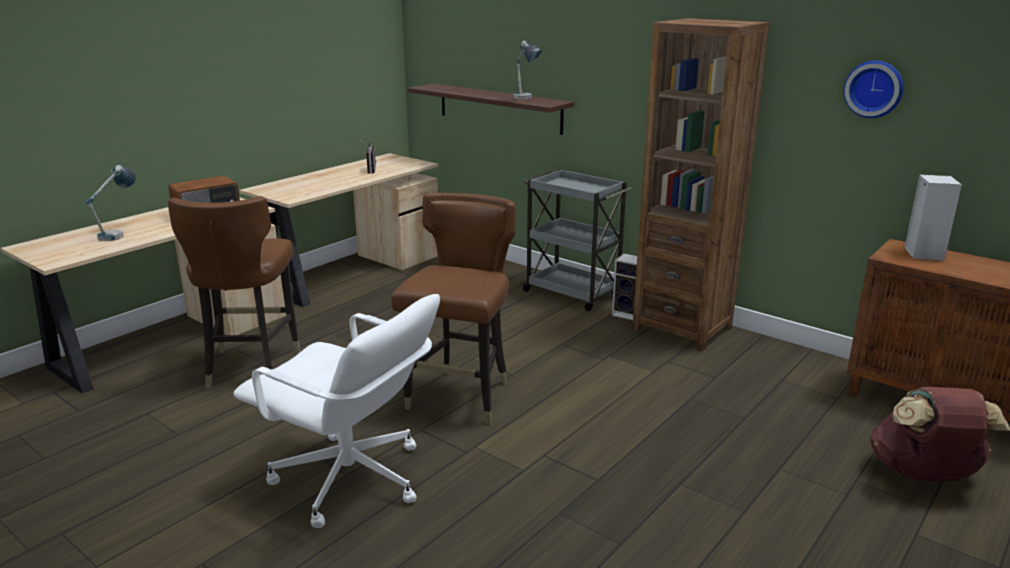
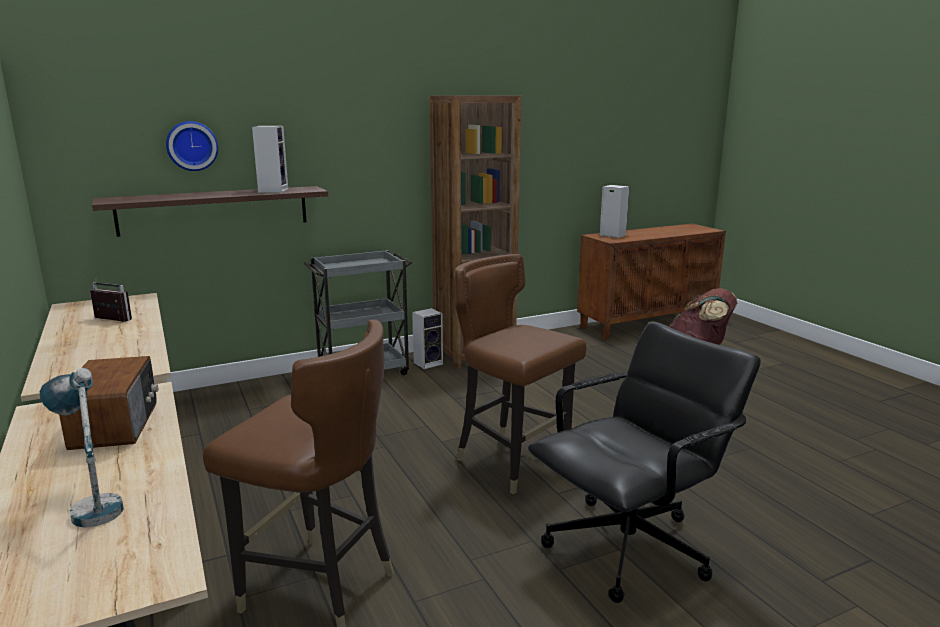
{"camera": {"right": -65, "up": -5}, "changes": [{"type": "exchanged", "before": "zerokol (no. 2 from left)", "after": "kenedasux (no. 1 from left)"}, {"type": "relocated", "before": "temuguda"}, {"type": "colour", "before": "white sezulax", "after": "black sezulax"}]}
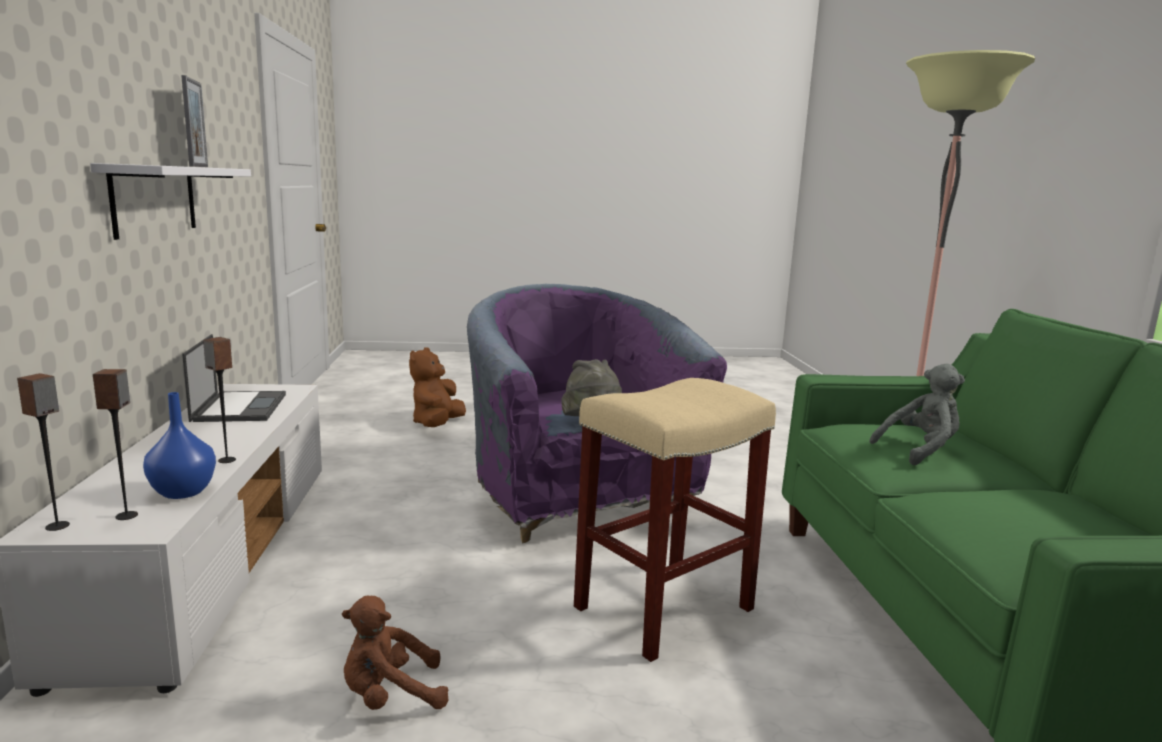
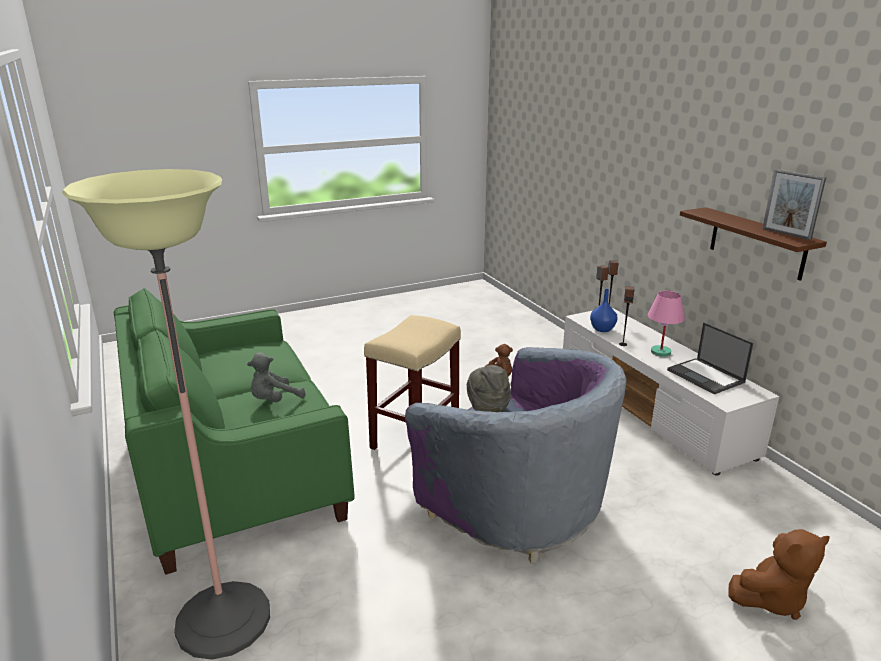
{"camera": {"right": 160, "up": 10}, "changes": [{"type": "colour", "before": "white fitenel", "after": "brown fitenel"}, {"type": "spun", "before": "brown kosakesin (no. 2 from left)", "turn": 75}, {"type": "appeared", "after": "pink zerokol"}]}
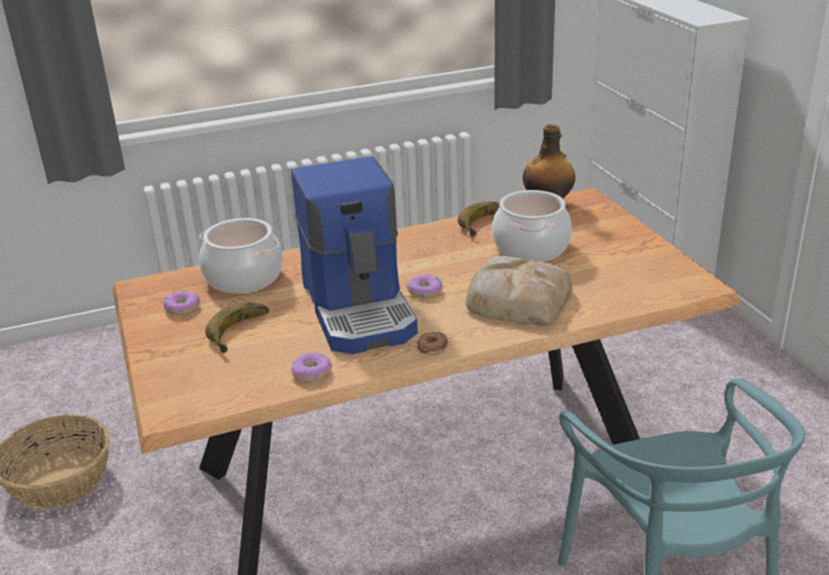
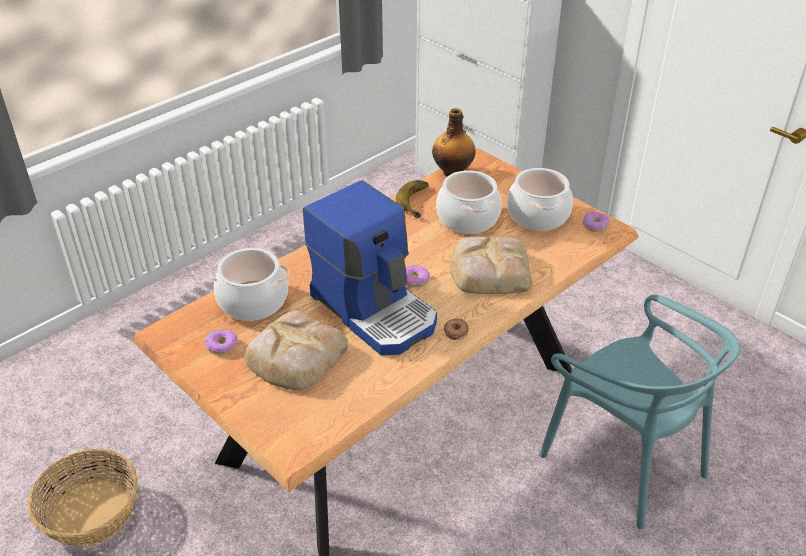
{"camera": {"right": -25, "up": 10}, "changes": [{"type": "exchanged", "before": "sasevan (no. 1 from left)", "after": "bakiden (no. 1 from left)"}, {"type": "relocated", "before": "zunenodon (no. 2 from left in the first image)", "after": "zunenodon (no. 4 from left)"}, {"type": "appeared", "after": "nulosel (no. 3 from left)"}]}
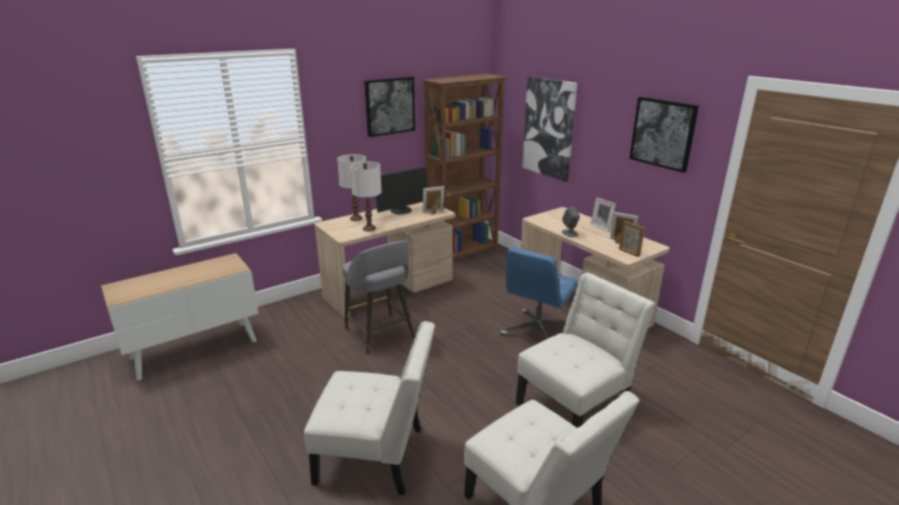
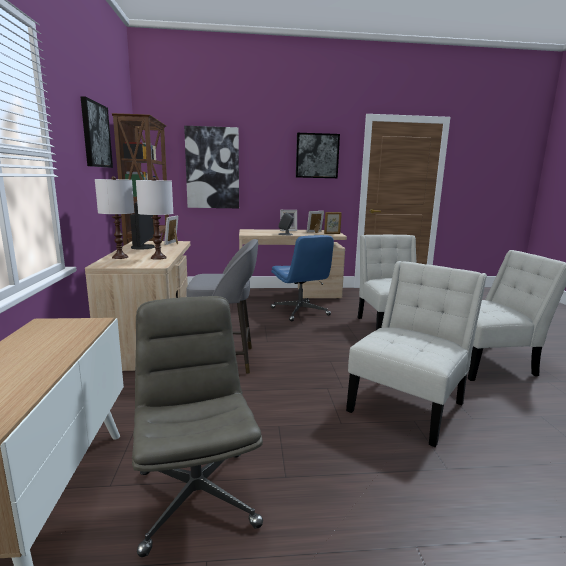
{"camera": {"right": -60, "up": -10}, "changes": [{"type": "appeared", "after": "grey sezulax"}]}
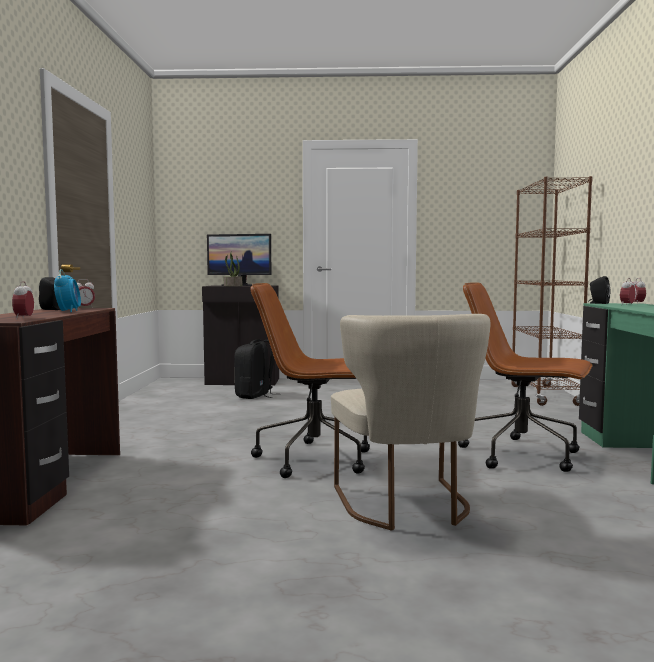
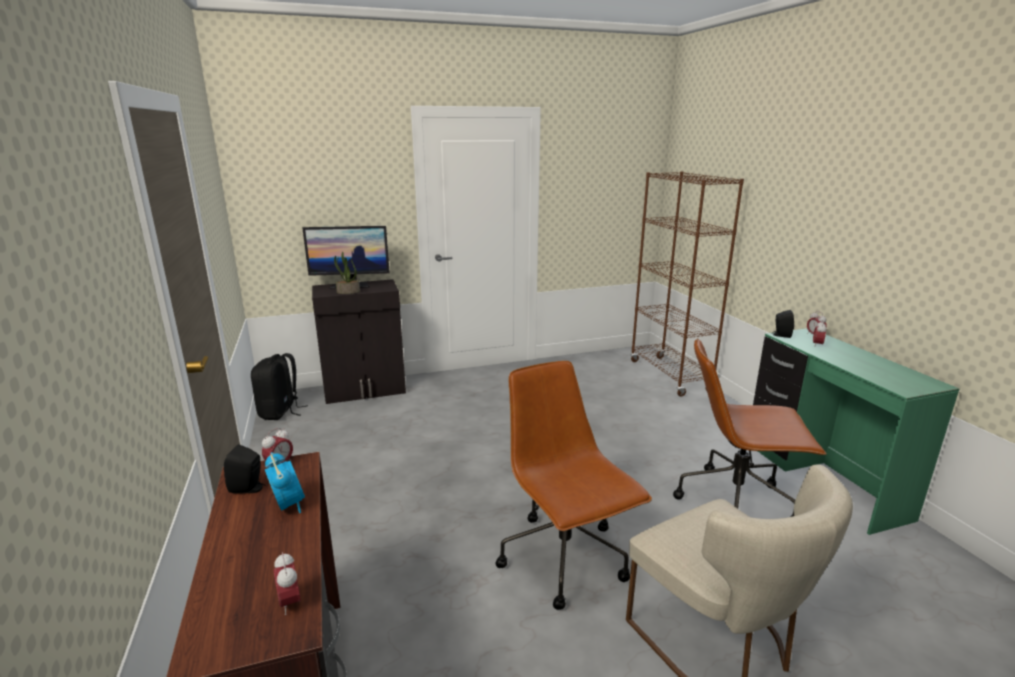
{"camera": {"right": -20, "up": 15}, "changes": [{"type": "spun", "before": "brown sezulax (no. 1 from left)", "turn": 75}, {"type": "relocated", "before": "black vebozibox"}]}
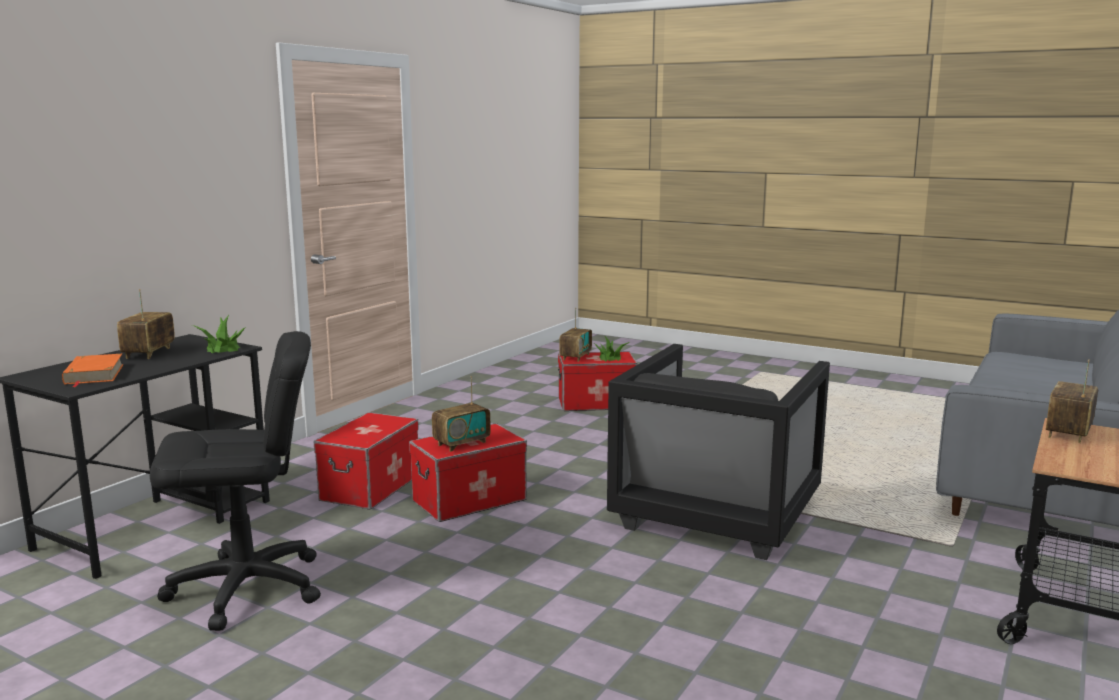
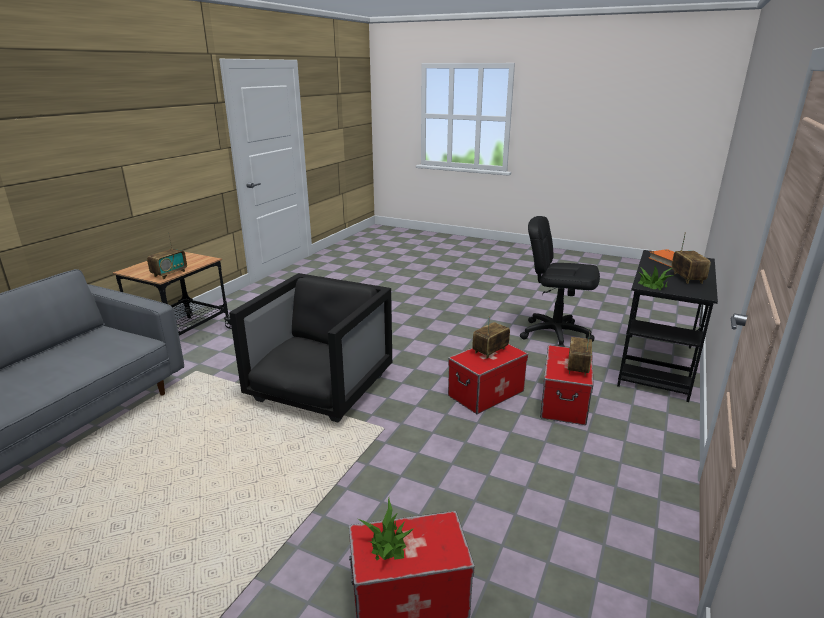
{"camera": {"right": 175, "up": 10}, "changes": [{"type": "relocated", "before": "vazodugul (no. 3 from left)"}, {"type": "spun", "before": "black sezulax", "turn": 45}]}
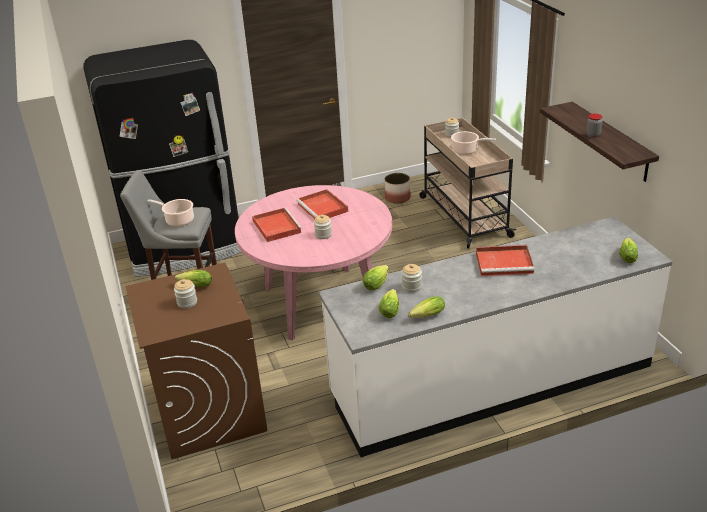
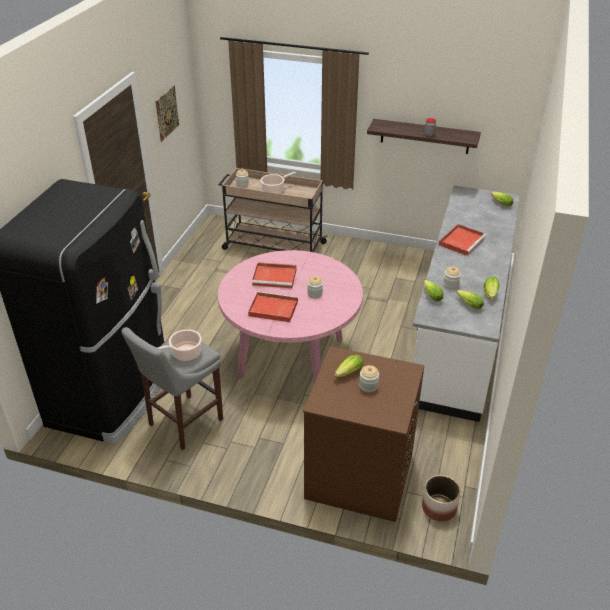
{"camera": {"right": -55, "up": 5}, "changes": [{"type": "relocated", "before": "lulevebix"}, {"type": "appeared", "after": "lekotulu"}]}
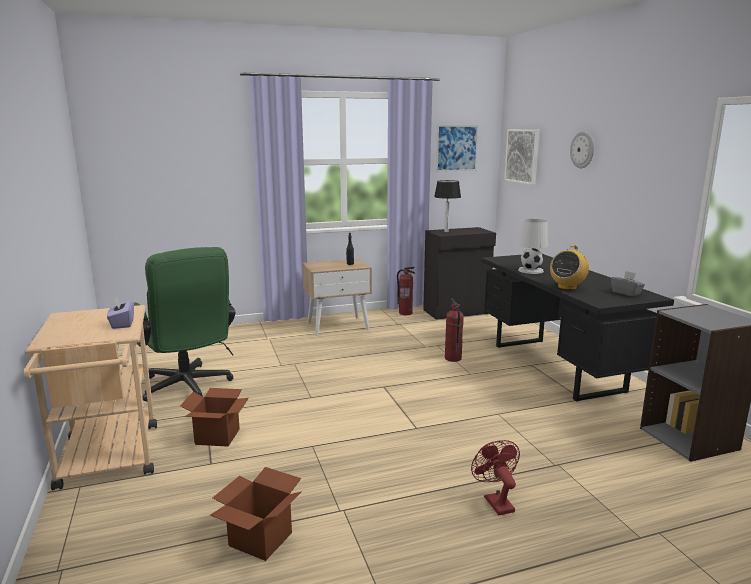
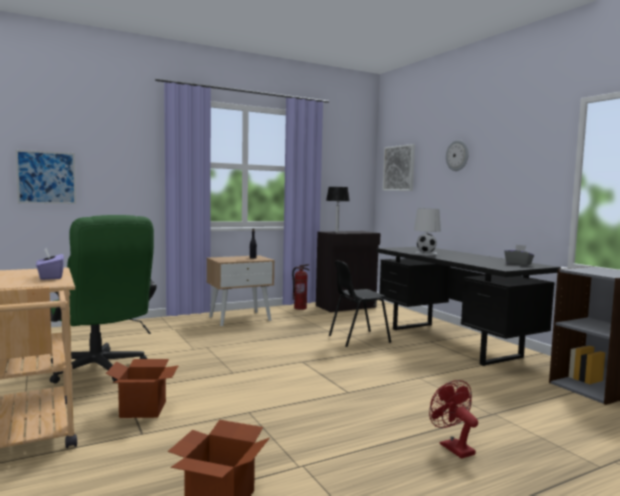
{"camera": {"right": -10, "up": -10}, "changes": [{"type": "relocated", "before": "lekotulu (no. 1 from left)"}, {"type": "missing", "before": "vazodugul"}, {"type": "exchanged", "before": "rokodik (no. 2 from left)", "after": "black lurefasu"}]}
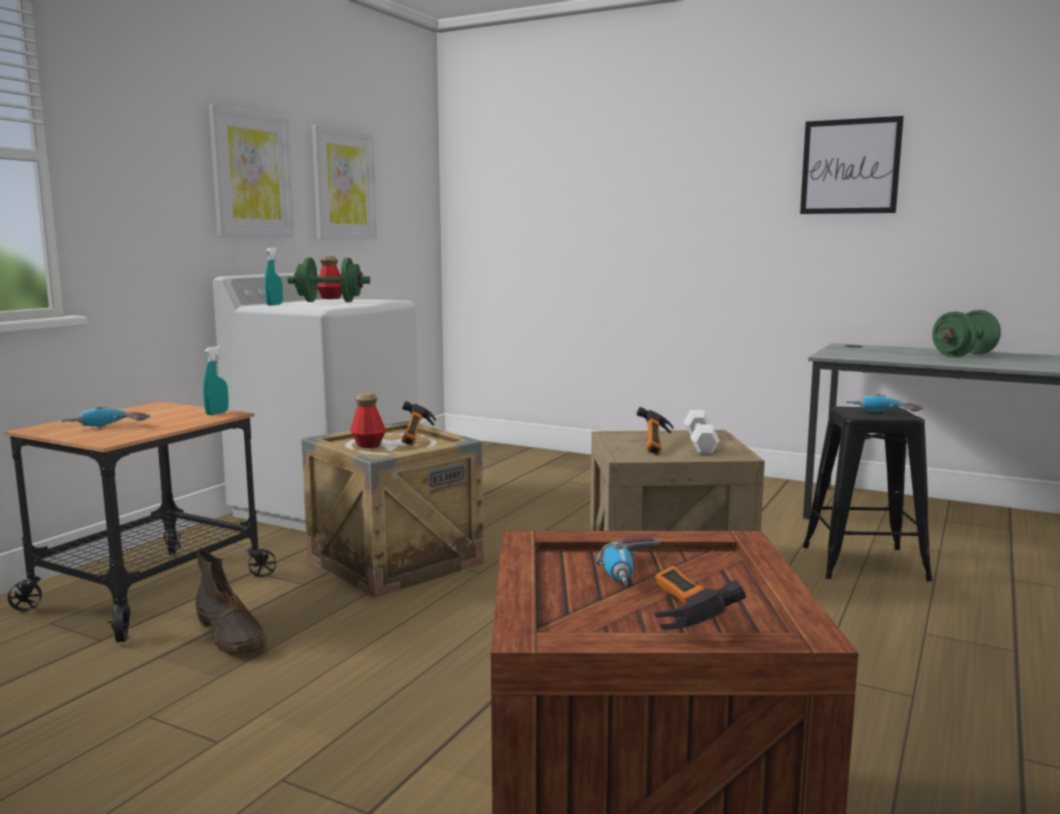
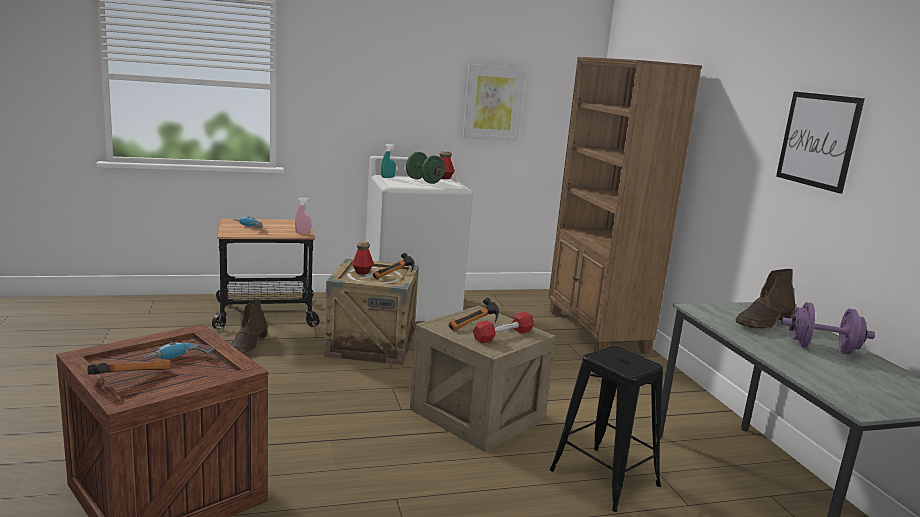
{"camera": {"right": 45, "up": 5}, "changes": [{"type": "missing", "before": "lekotulu (no. 1 from left)"}, {"type": "colour", "before": "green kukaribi (no. 2 from left)", "after": "purple kukaribi"}, {"type": "colour", "before": "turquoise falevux (no. 1 from left)", "after": "pink falevux"}, {"type": "missing", "before": "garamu (no. 3 from left)"}, {"type": "colour", "before": "white kukaribi", "after": "red kukaribi"}, {"type": "appeared", "after": "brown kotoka"}, {"type": "appeared", "after": "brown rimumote (no. 2 from left)"}]}
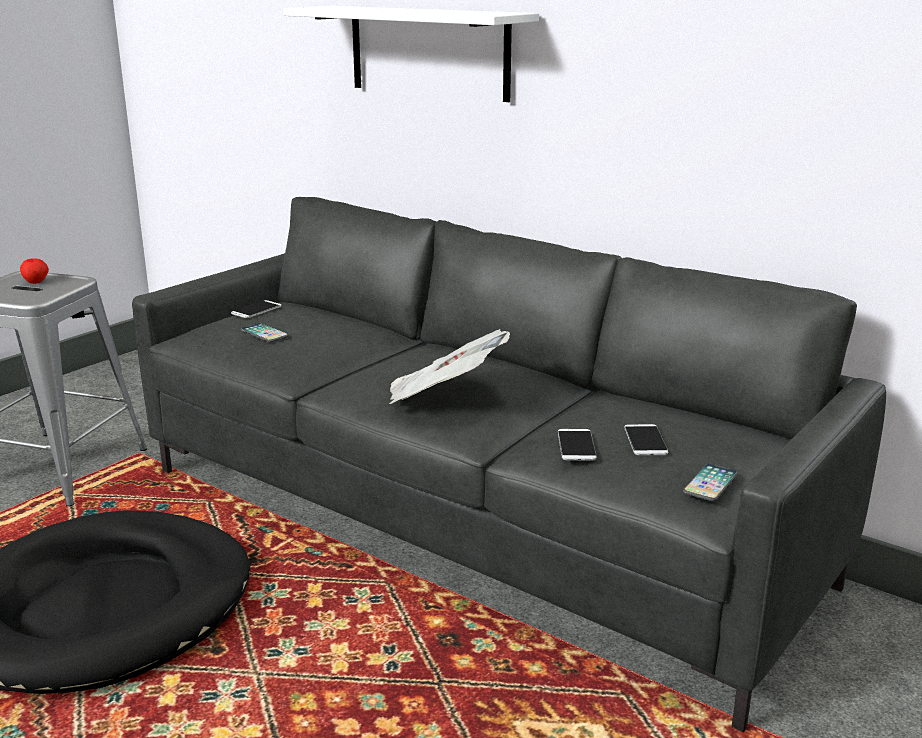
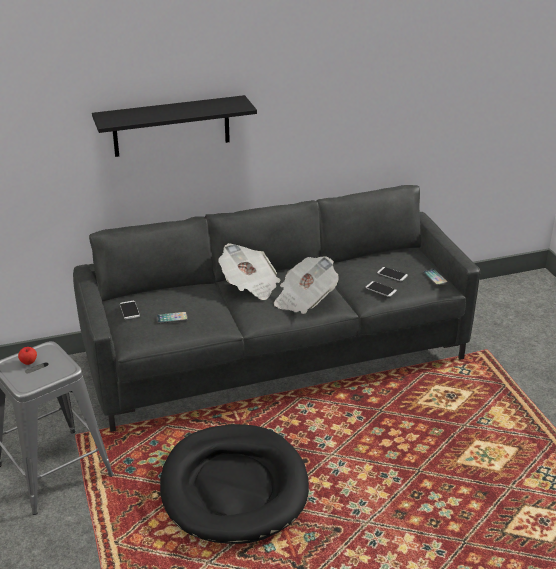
{"camera": {"right": -55, "up": 10}, "changes": [{"type": "colour", "before": "white fitenel", "after": "black fitenel"}, {"type": "appeared", "after": "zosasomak (no. 1 from left)"}]}
